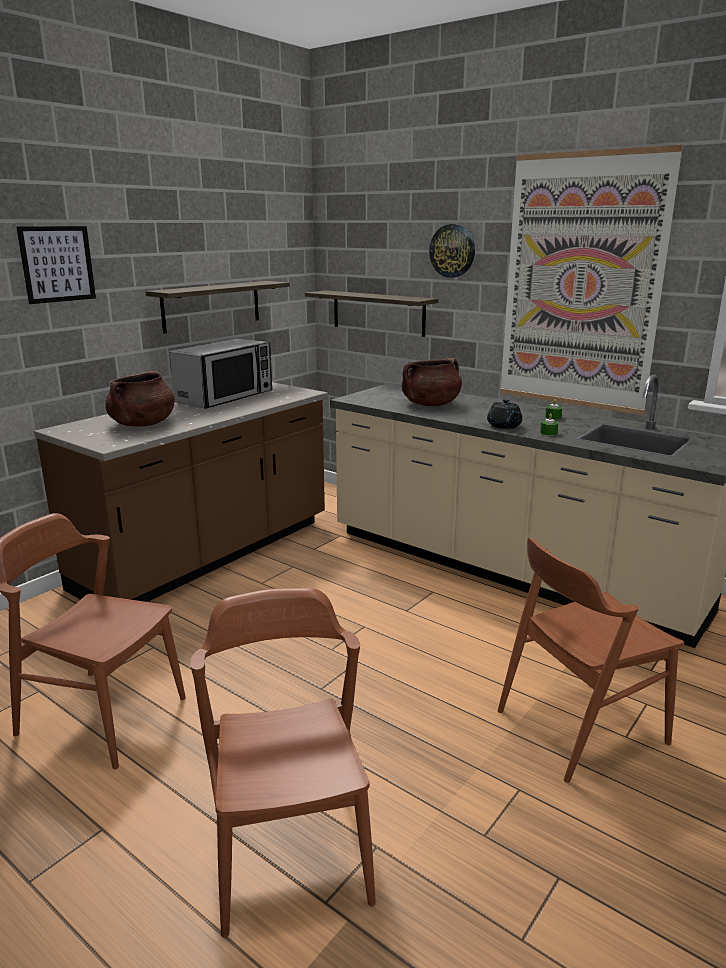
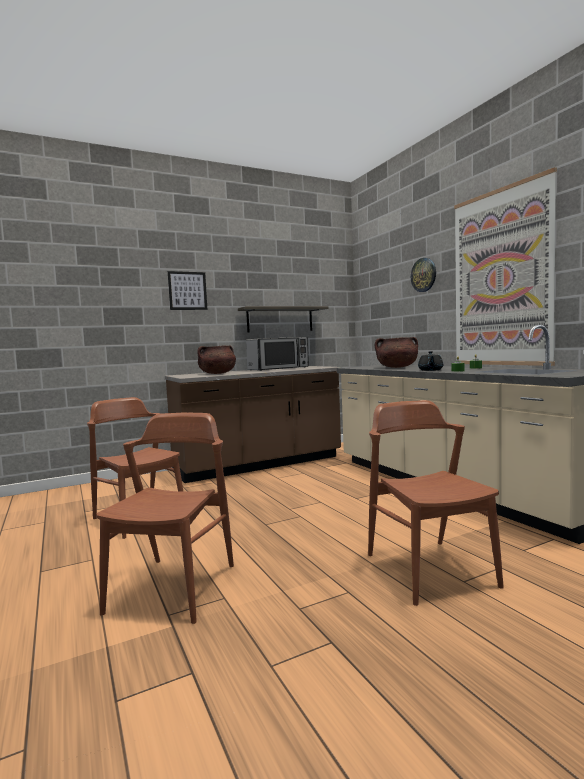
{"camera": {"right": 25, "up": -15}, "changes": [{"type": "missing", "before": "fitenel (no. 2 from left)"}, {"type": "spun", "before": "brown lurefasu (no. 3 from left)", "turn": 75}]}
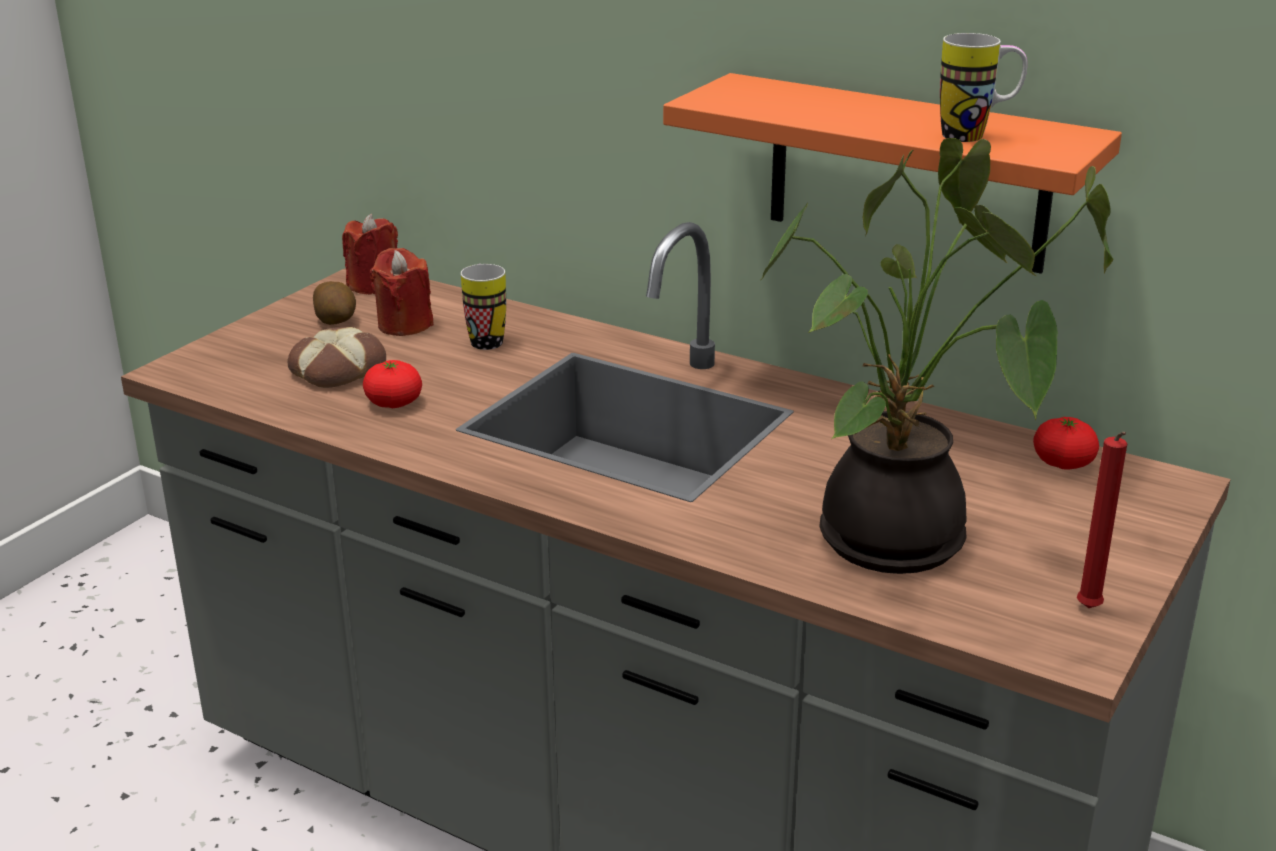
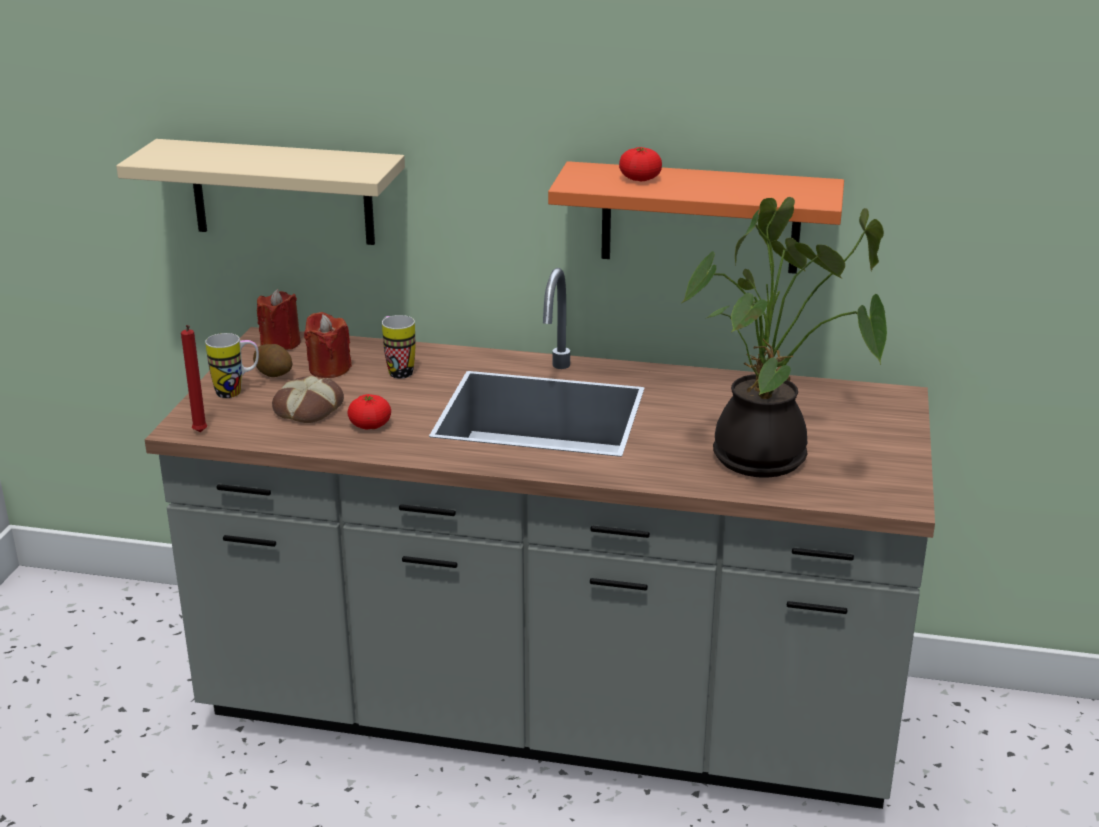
{"camera": {"right": -20, "up": 0}, "changes": [{"type": "relocated", "before": "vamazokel (no. 2 from left in the first image)", "after": "vamazokel (no. 1 from left)"}, {"type": "relocated", "before": "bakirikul (no. 2 from left)"}, {"type": "relocated", "before": "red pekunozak (no. 3 from left in the first image)", "after": "red pekunozak (no. 1 from left)"}, {"type": "appeared", "after": "beige fitenel"}]}
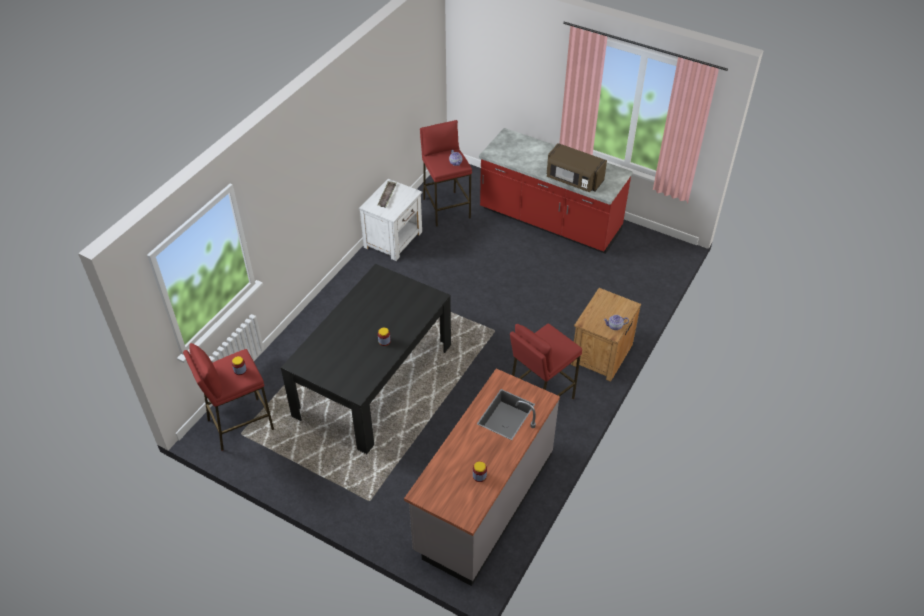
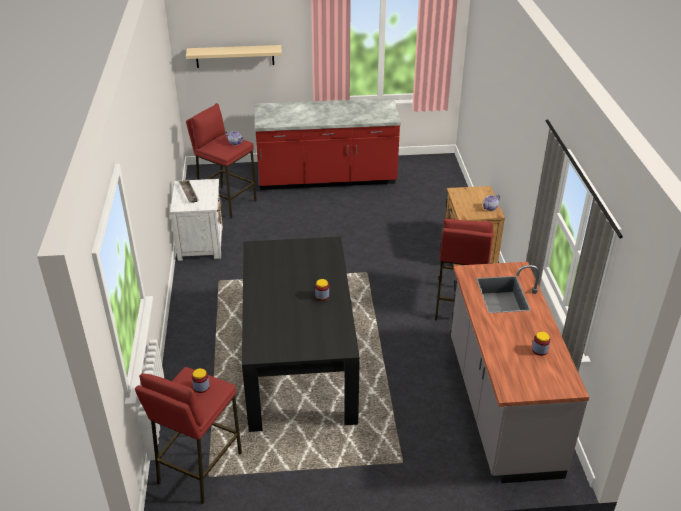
{"camera": {"right": -35, "up": -10}, "changes": [{"type": "missing", "before": "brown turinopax"}, {"type": "appeared", "after": "beige fitenel"}]}
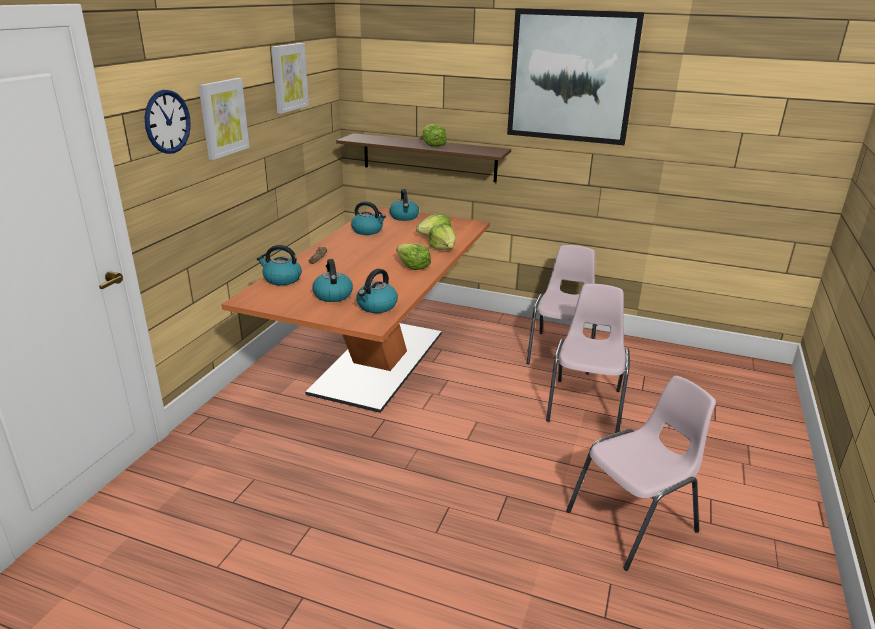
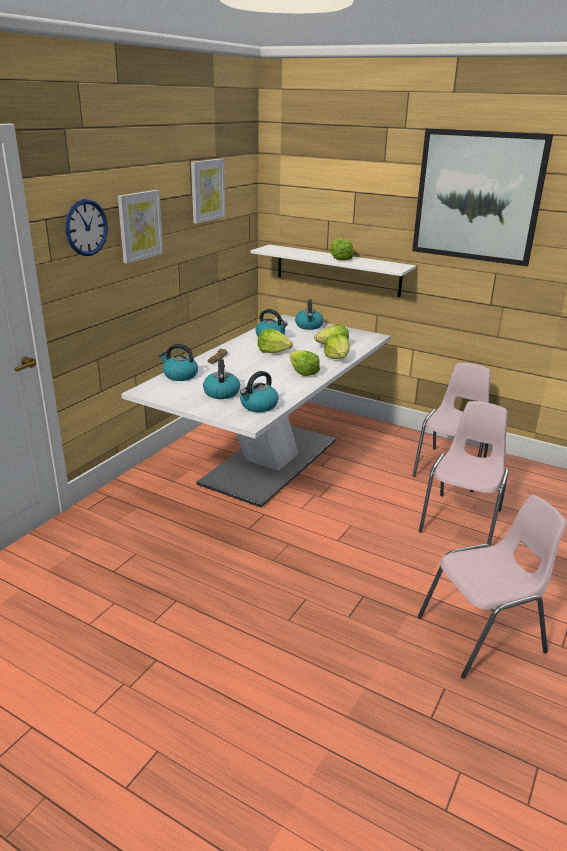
{"camera": {"right": 10, "up": 0}, "changes": [{"type": "colour", "before": "brown fitenel", "after": "white fitenel"}, {"type": "colour", "before": "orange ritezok", "after": "white ritezok"}, {"type": "appeared", "after": "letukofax (no. 1 from left)"}]}
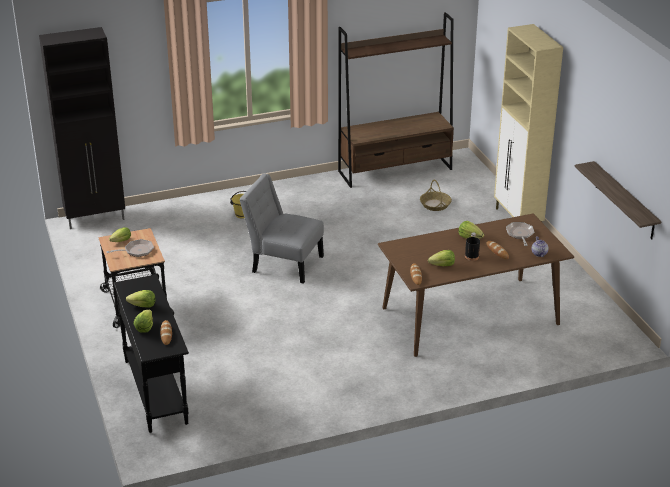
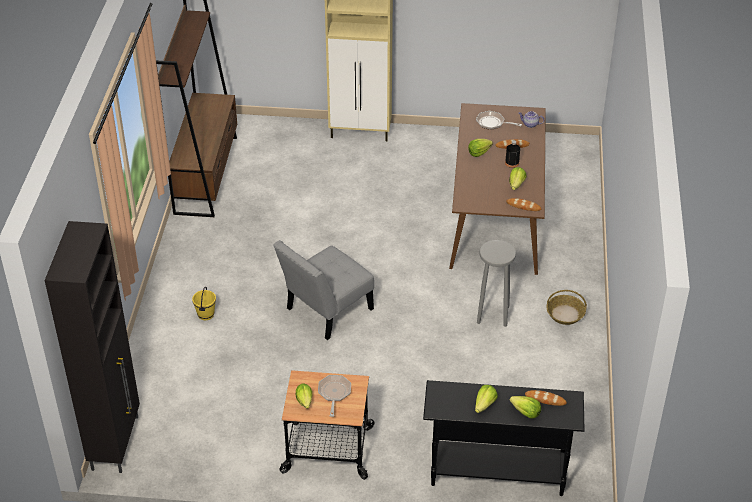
{"camera": {"right": -65, "up": 10}, "changes": [{"type": "missing", "before": "fitenel"}, {"type": "relocated", "before": "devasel"}, {"type": "appeared", "after": "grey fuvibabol"}]}
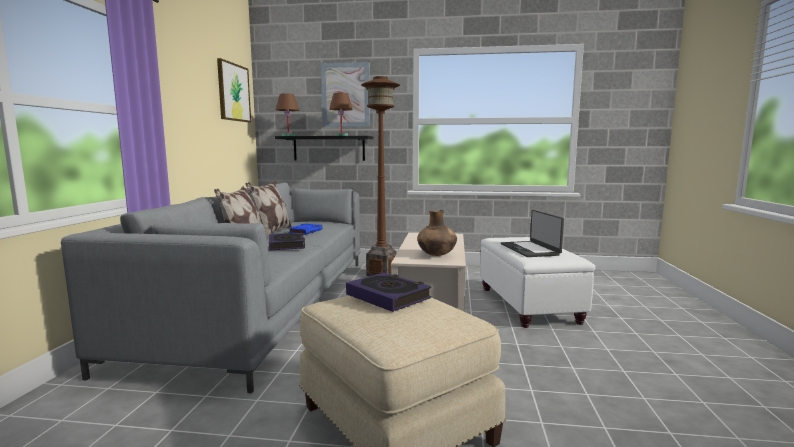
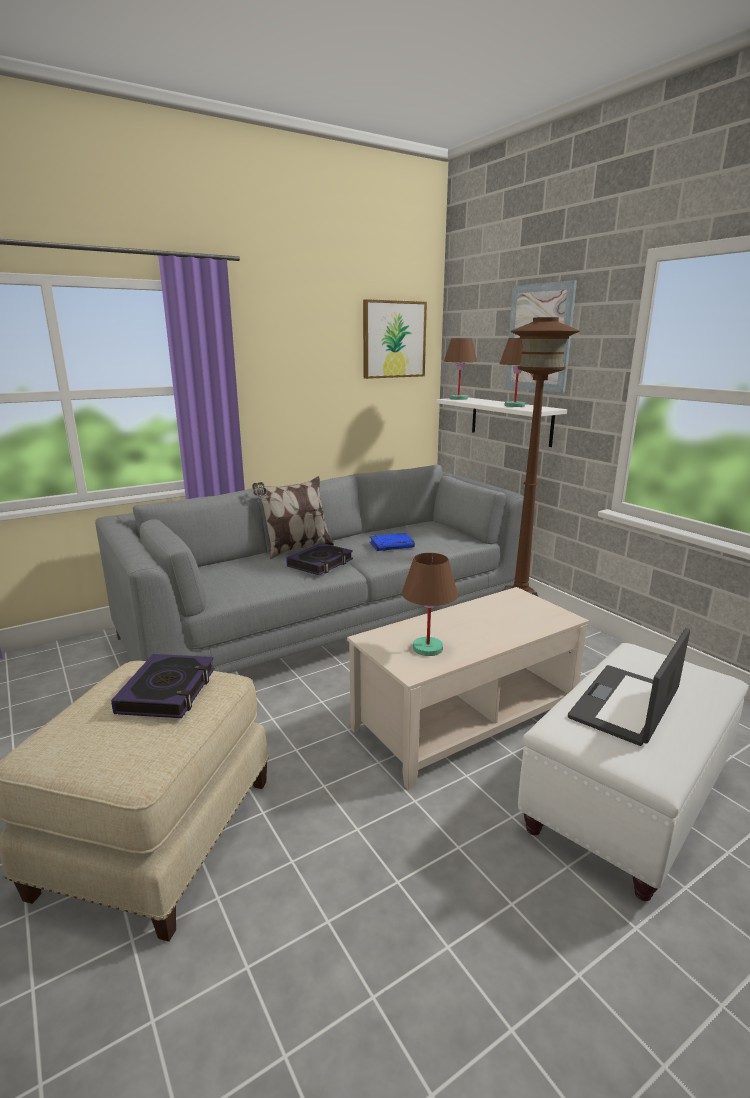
{"camera": {"right": 50, "up": 10}, "changes": [{"type": "colour", "before": "black fitenel", "after": "white fitenel"}, {"type": "missing", "before": "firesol (no. 2 from left)"}, {"type": "exchanged", "before": "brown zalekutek", "after": "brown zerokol (no. 1 from left)"}]}
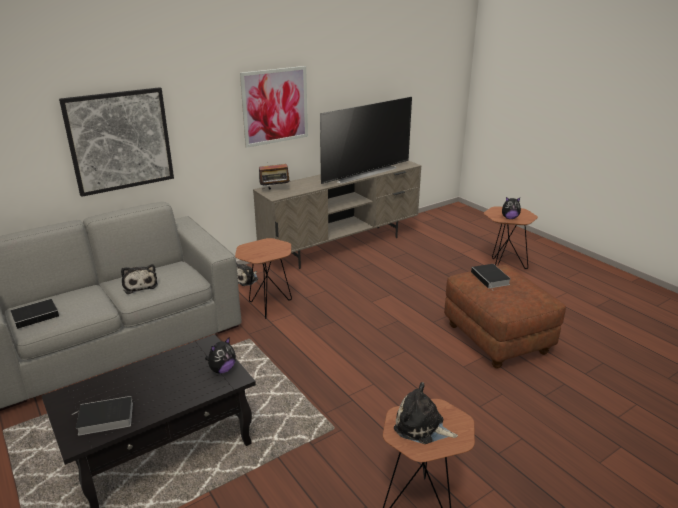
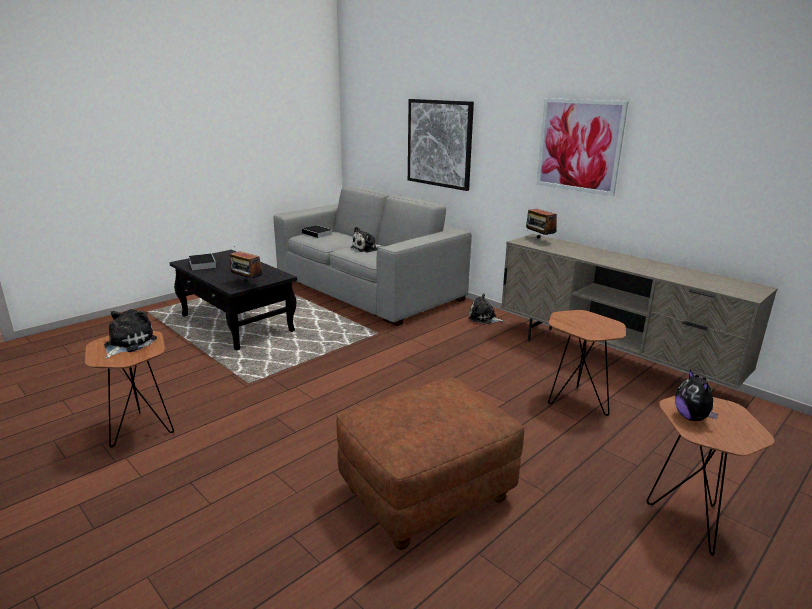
{"camera": {"right": 80, "up": -5}, "changes": [{"type": "missing", "before": "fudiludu"}, {"type": "relocated", "before": "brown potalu (no. 1 from left in the first image)", "after": "brown potalu (no. 2 from left)"}, {"type": "missing", "before": "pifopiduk (no. 3 from left)"}, {"type": "exchanged", "before": "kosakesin (no. 2 from left)", "after": "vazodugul (no. 1 from left)"}]}
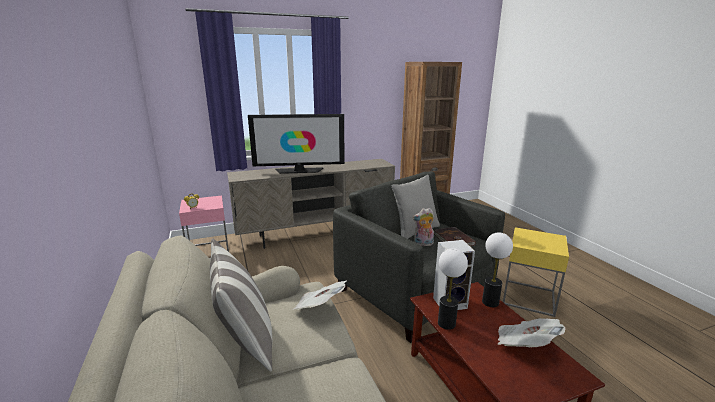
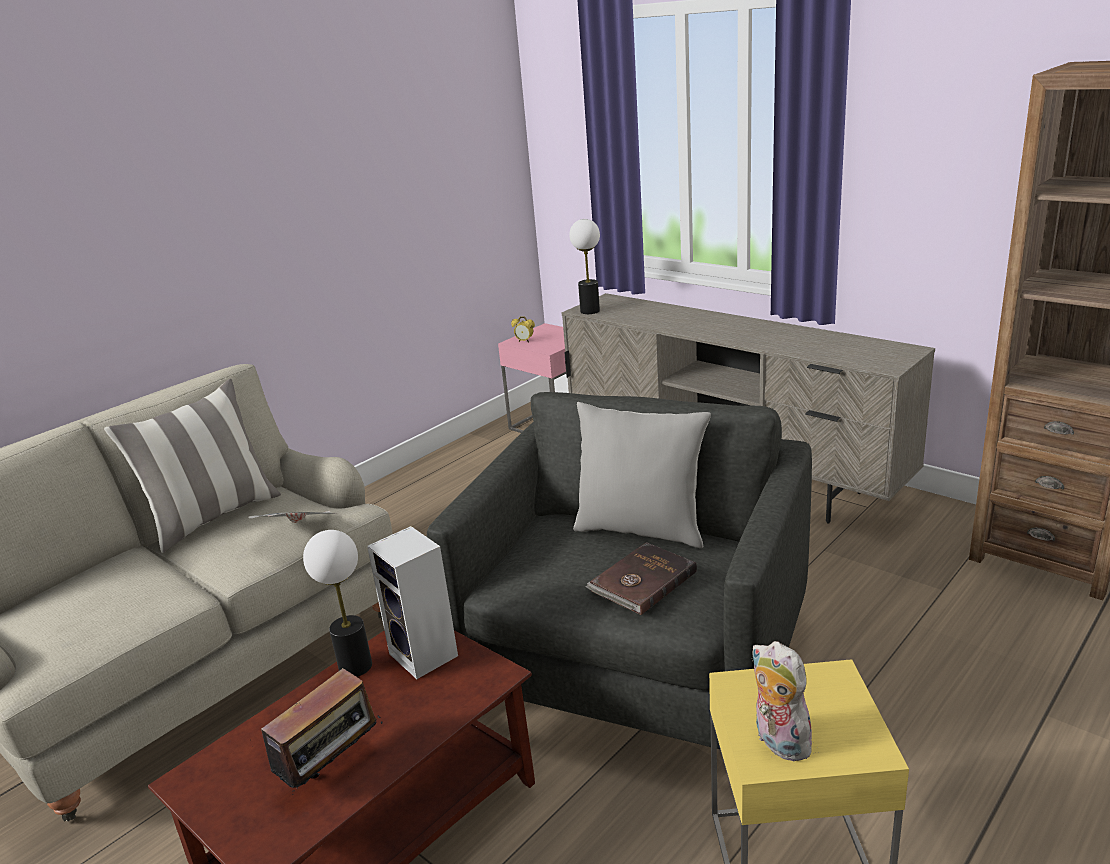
{"camera": {"right": 65, "up": 5}, "changes": [{"type": "missing", "before": "fudiludu"}, {"type": "relocated", "before": "kosakesin"}, {"type": "relocated", "before": "zerokol (no. 2 from left)"}, {"type": "exchanged", "before": "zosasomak (no. 2 from left)", "after": "vazodugul"}]}
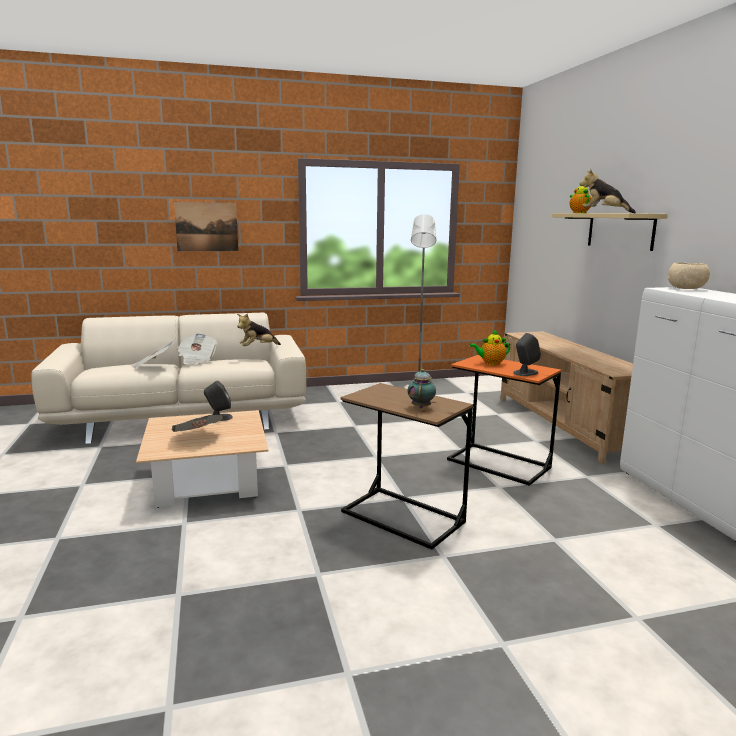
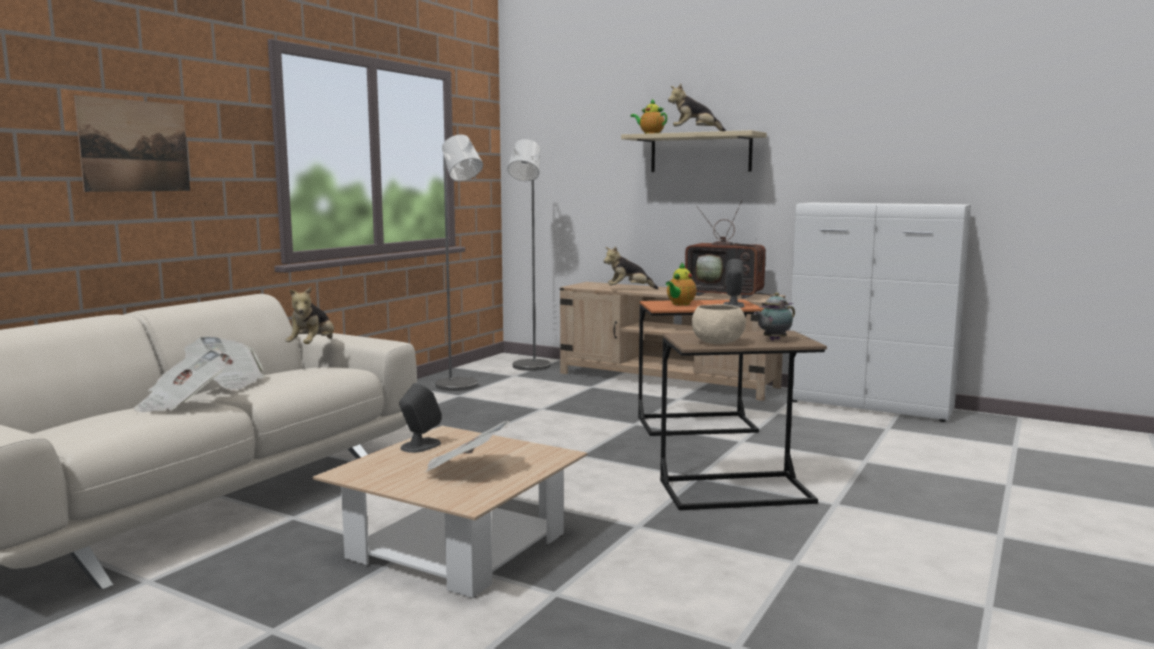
{"camera": {"right": -45, "up": -5}, "changes": [{"type": "relocated", "before": "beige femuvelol"}, {"type": "spun", "before": "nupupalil (no. 1 from left in the first image)", "turn": -90}, {"type": "appeared", "after": "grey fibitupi (no. 2 from left)"}, {"type": "appeared", "after": "fudiludu"}, {"type": "appeared", "after": "kosakesin (no. 2 from left)"}]}
